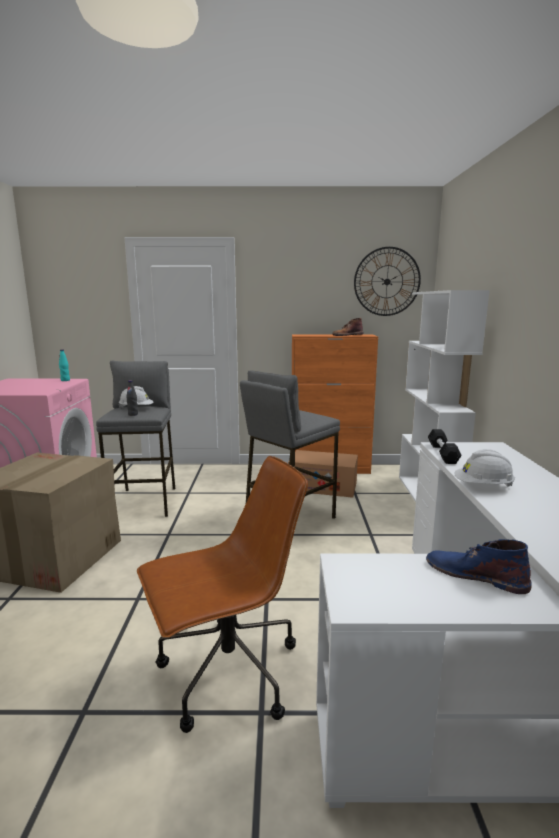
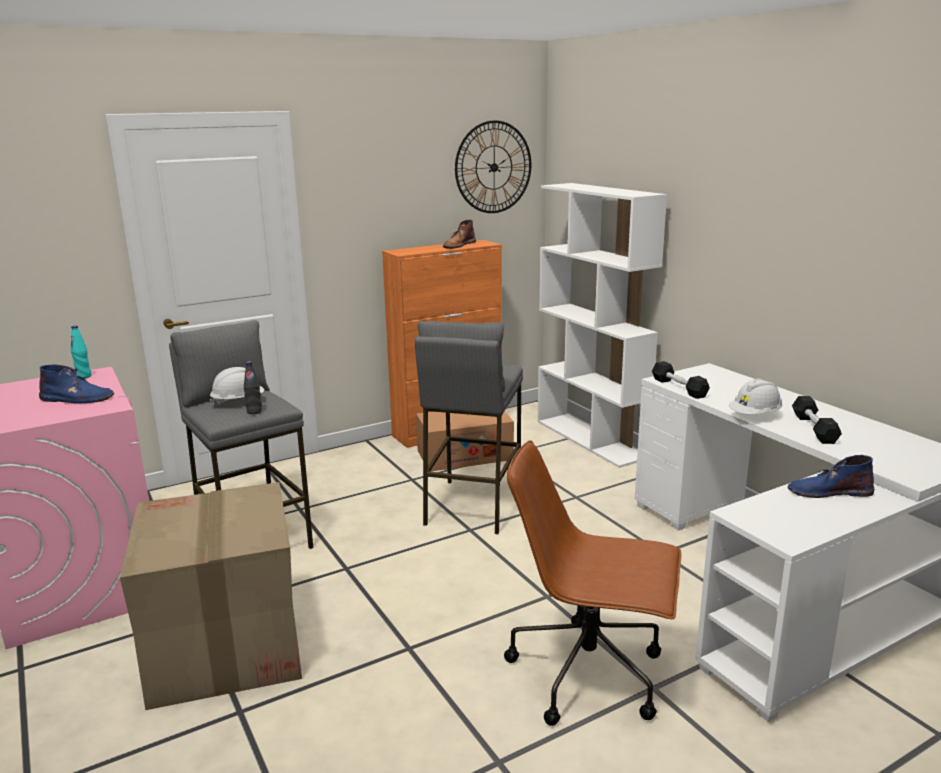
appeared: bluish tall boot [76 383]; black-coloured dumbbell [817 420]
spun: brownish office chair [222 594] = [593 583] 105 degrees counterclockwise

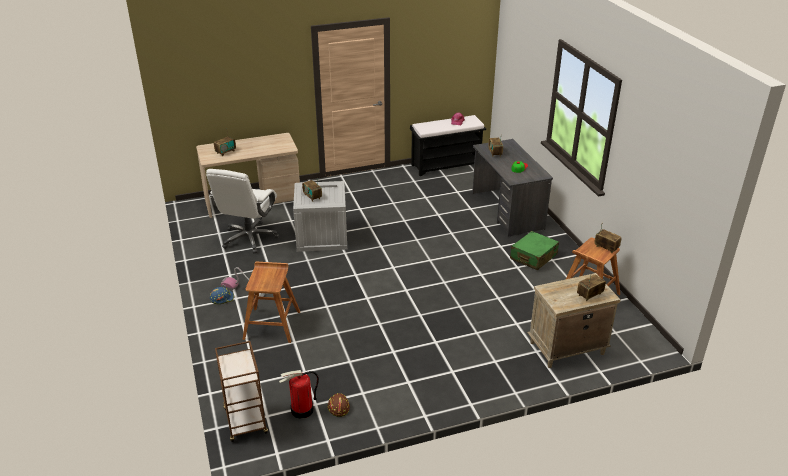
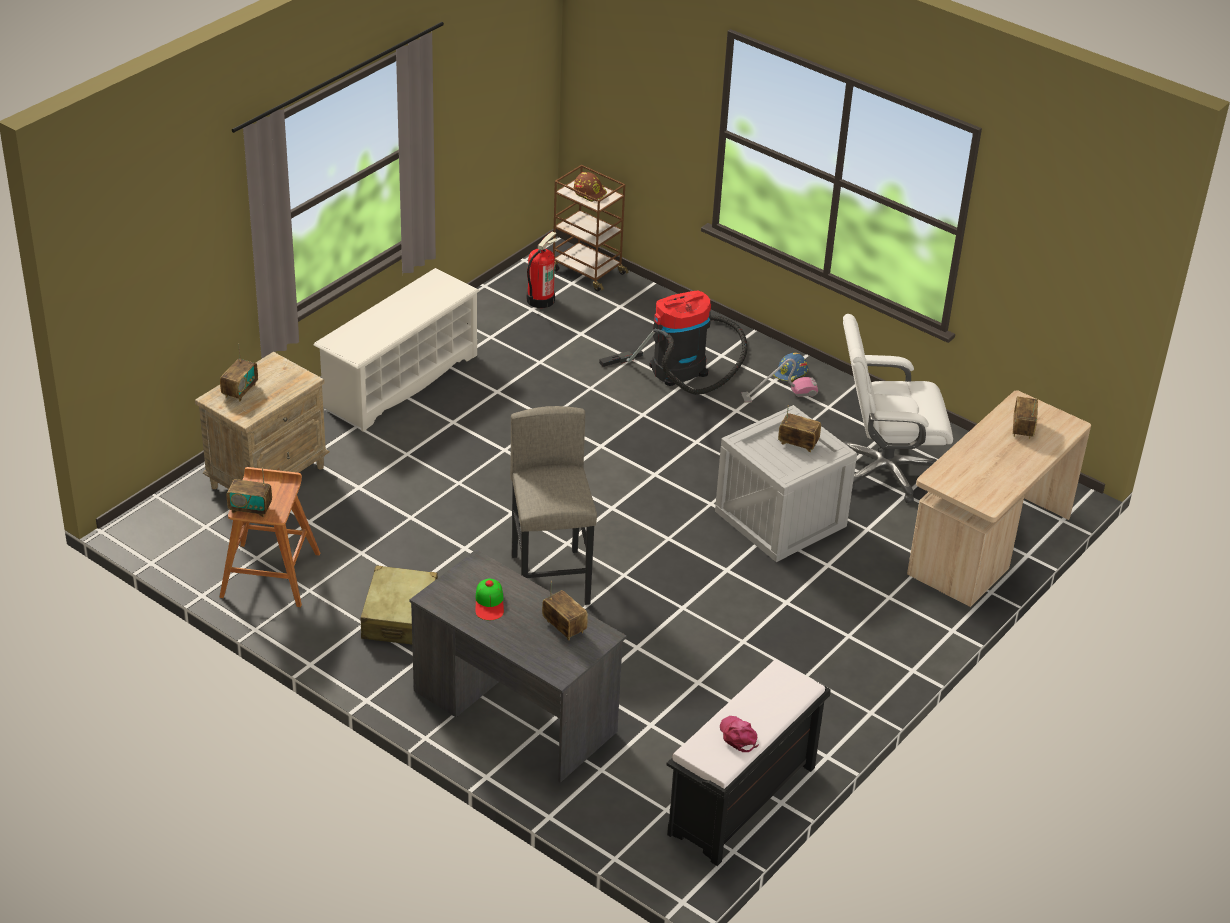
appeared: whitish shoe shelf [397 350]; gray stool [553 505]
relocated: brownish safety helmet [338 405] to [590 187]
exchanged: brownish stool [271 302] to vacuum [673 343]
colour: green-coloured suitcase [534 250] to sand-coloured suitcase [399 604]
spun: whitish office chair [242 211] = [898 408] 75 degrees counterclockwise

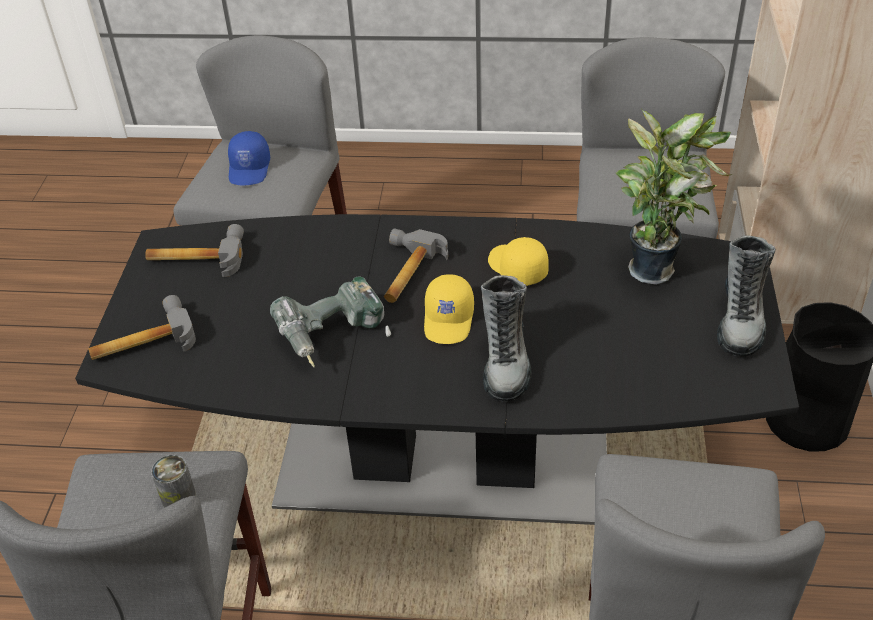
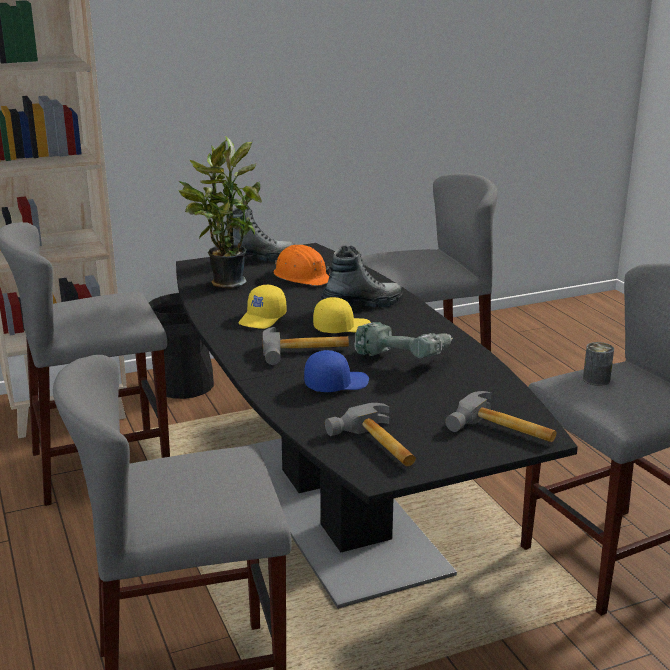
appeared: orange safety helmet [302 265]
relocated: bluish peaked cap [249 158] to [336 371]

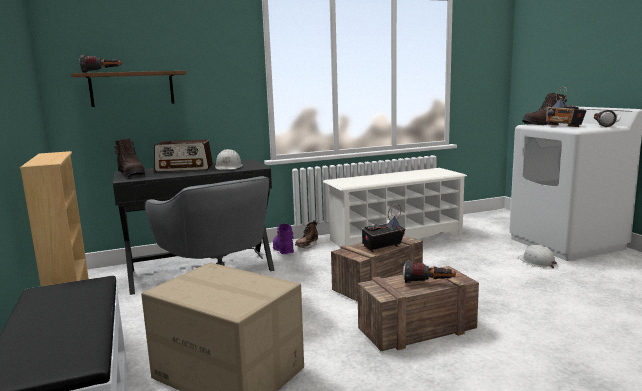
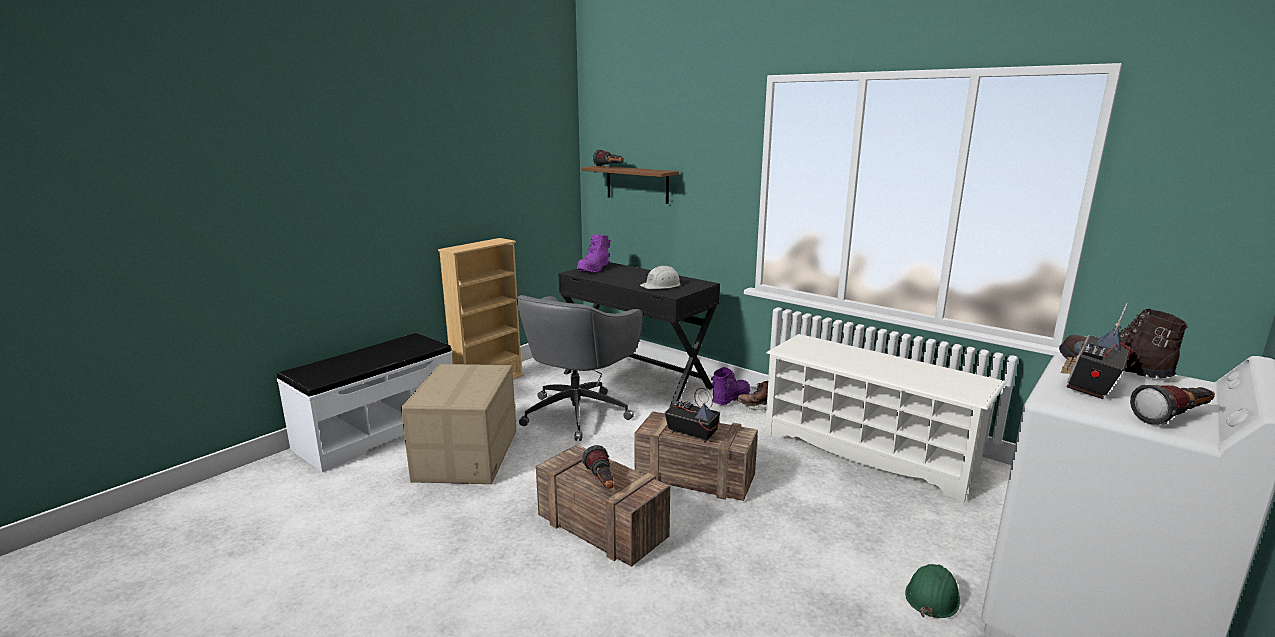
missing: radio set [183 155]
colour: brownish tall boot [130 158] to purple-coloured tall boot [594 253]; whitish safety helmet [537 256] to green-coloured safety helmet [932 591]

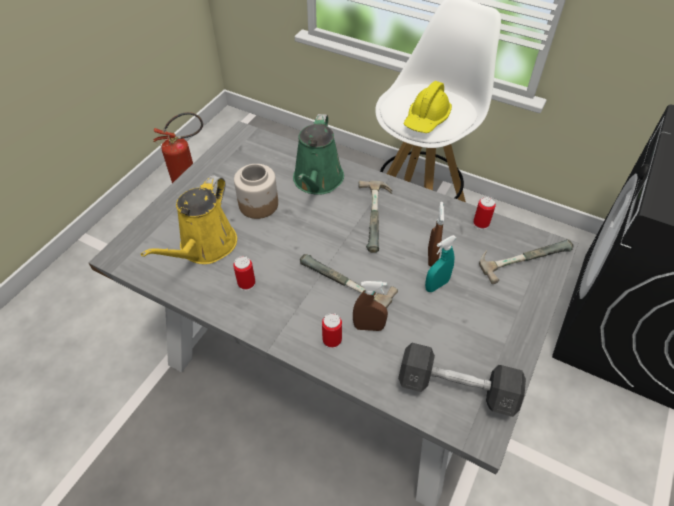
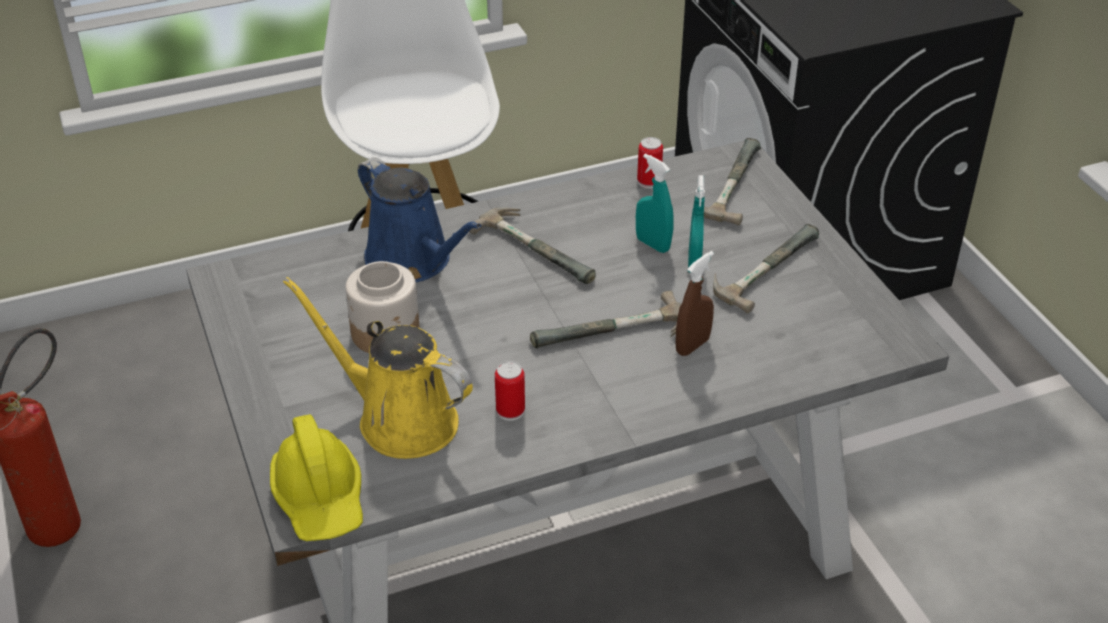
missing: can [332 331]; gray dumbbell [462 380]
appeared: hand hammer [766 269]
relocated: yellowish safety helmet [428 107] to [316 477]
colour: green-coloured watering can [318 154] to bluish watering can [419 219]; brownish spray bottle [436 234] to turquoise spray bottle [655 203]
spun: yellowish watering can [189 219] = [378 368] 150 degrees clockwise

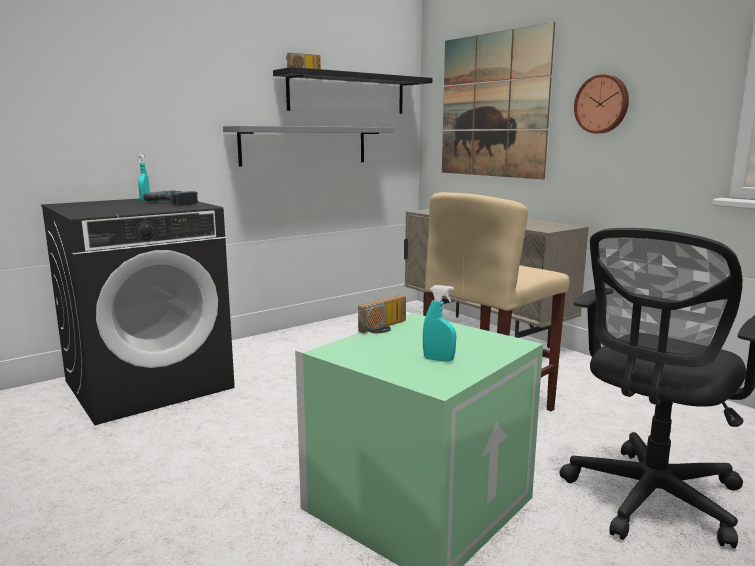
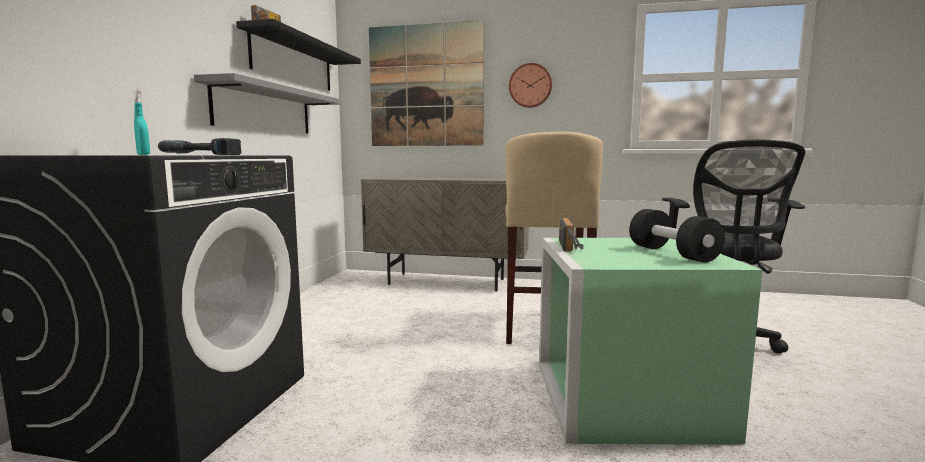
exchanged: turquoise spray bottle [439 323] to black-coloured dumbbell [677 236]

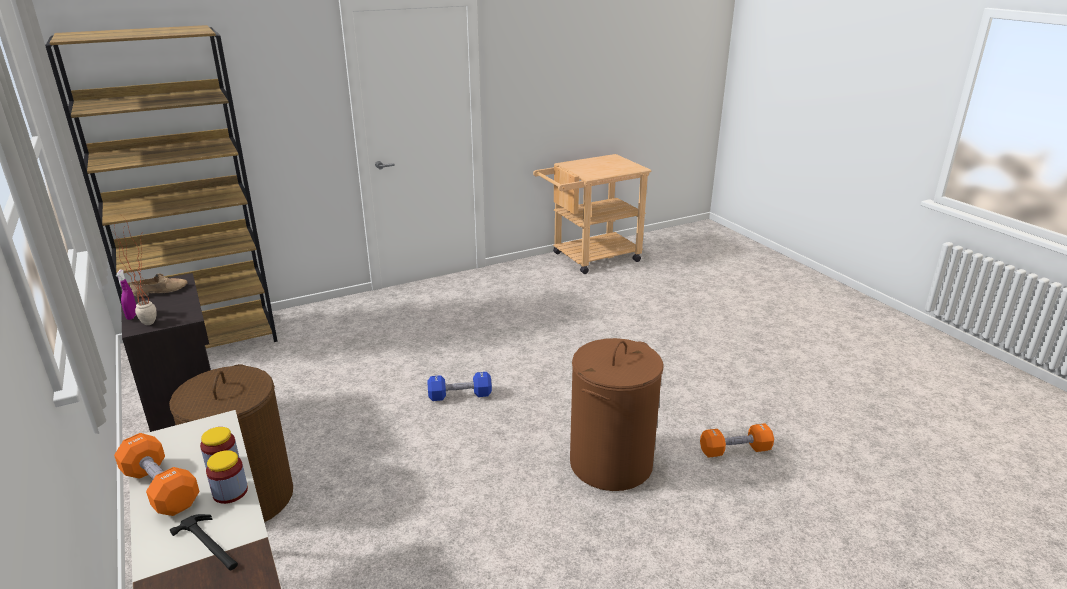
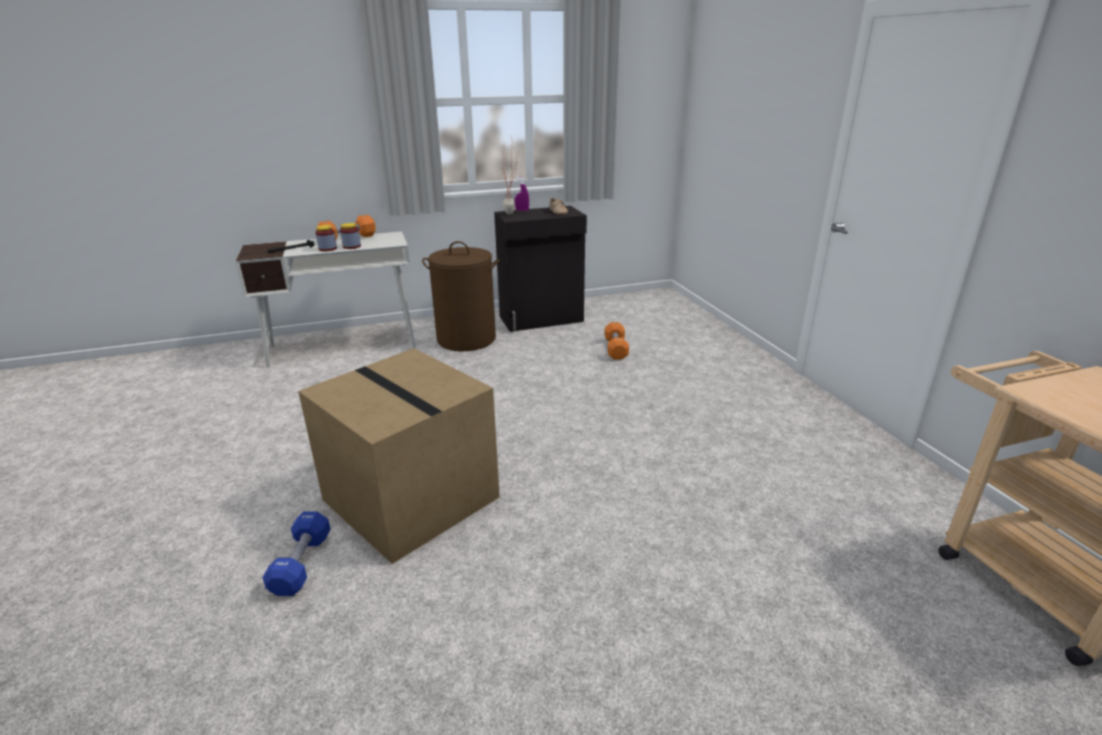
missing: brownish bookcase [161 187]
relocated: bluish dumbbell [459 386] to [296 553]; orange dumbbell [737 440] to [617 341]
exchanged: brownish washing basket [617 414] to packing box [399 456]

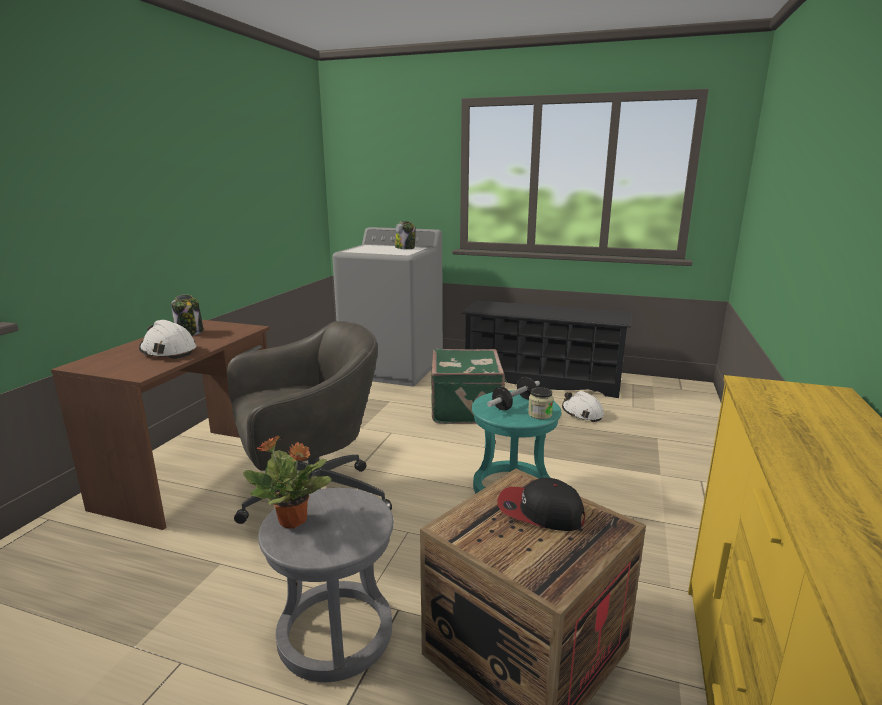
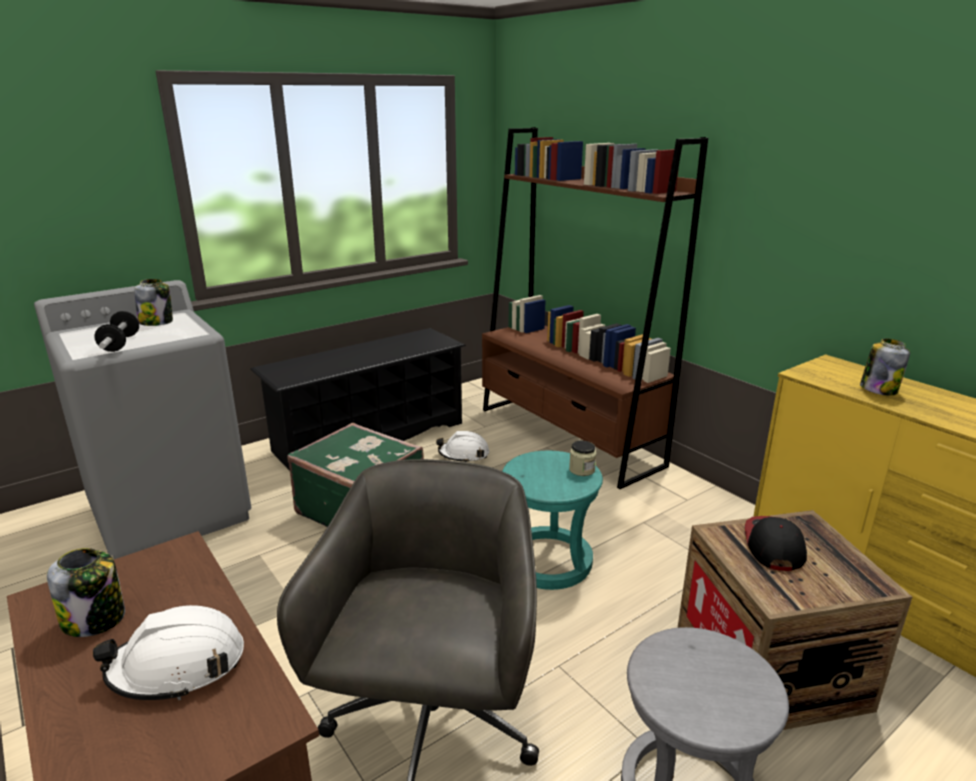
missing: potted plant [287 482]
appeared: brownish bookcase [595 308]; storage jar [885 367]
relocated: dumbbell [513 394] to [116 331]
spun: peaked cap [541 504] = [776 543] 135 degrees clockwise

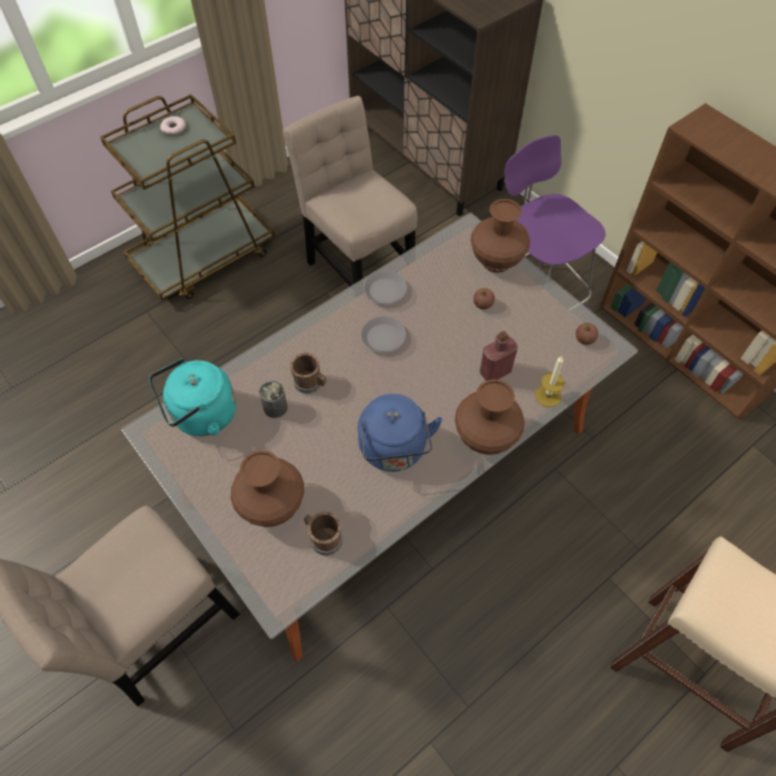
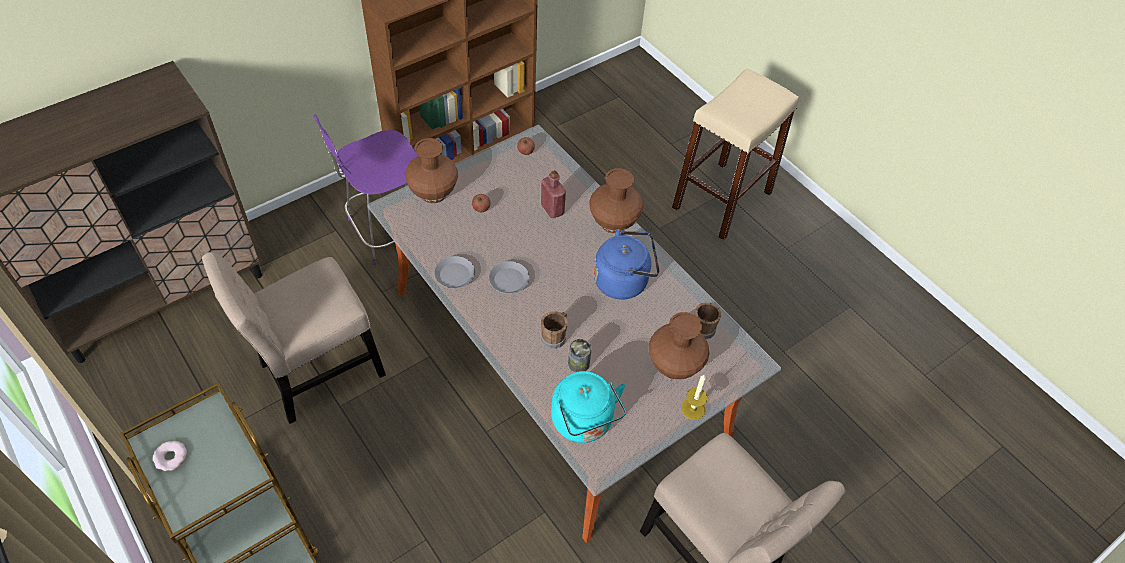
relocated: candle [549 381] to [694 397]

